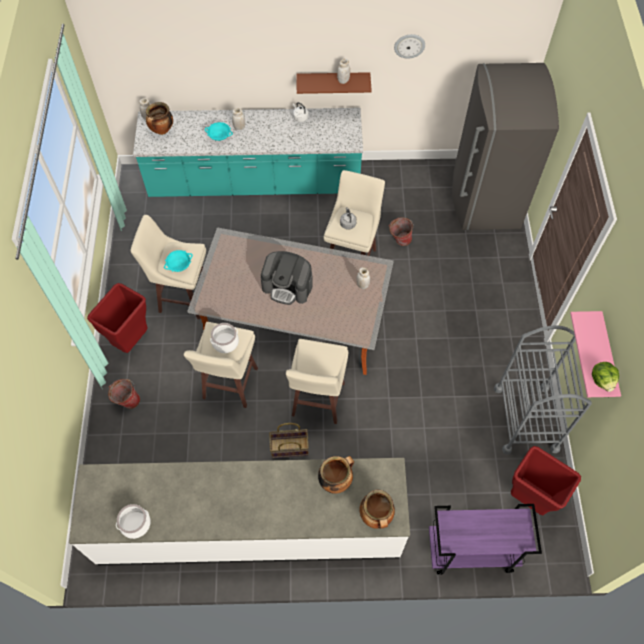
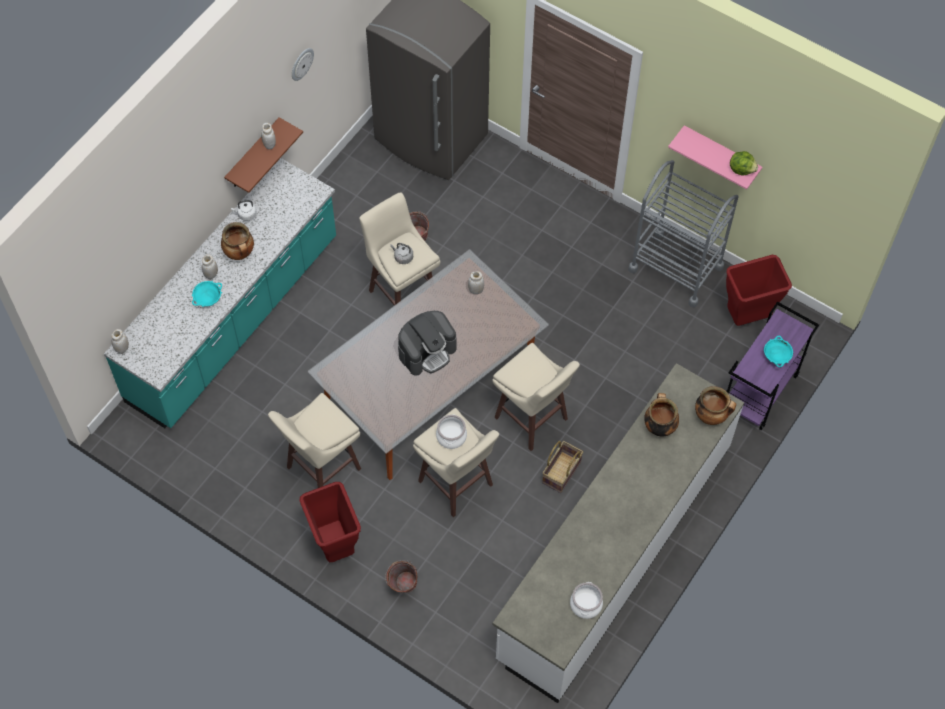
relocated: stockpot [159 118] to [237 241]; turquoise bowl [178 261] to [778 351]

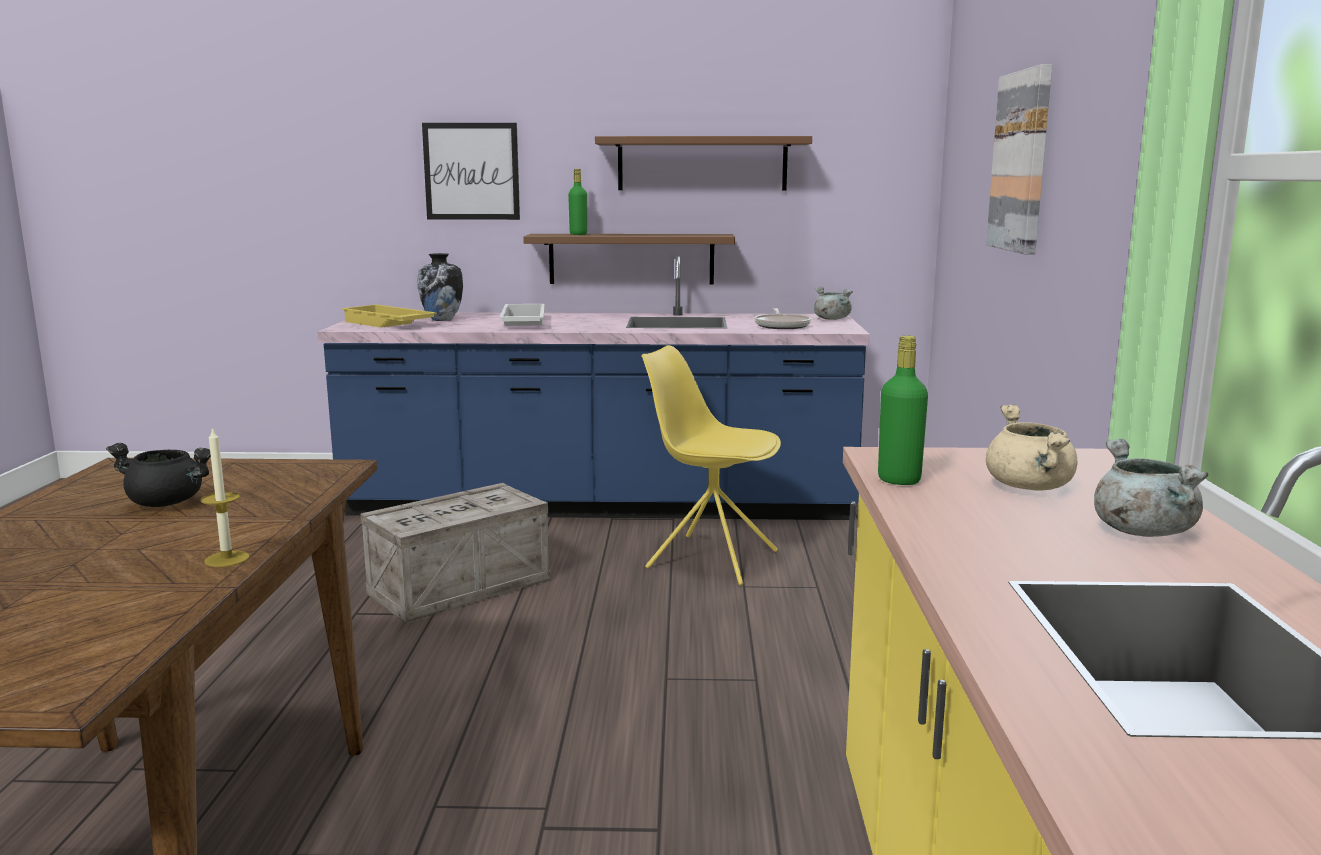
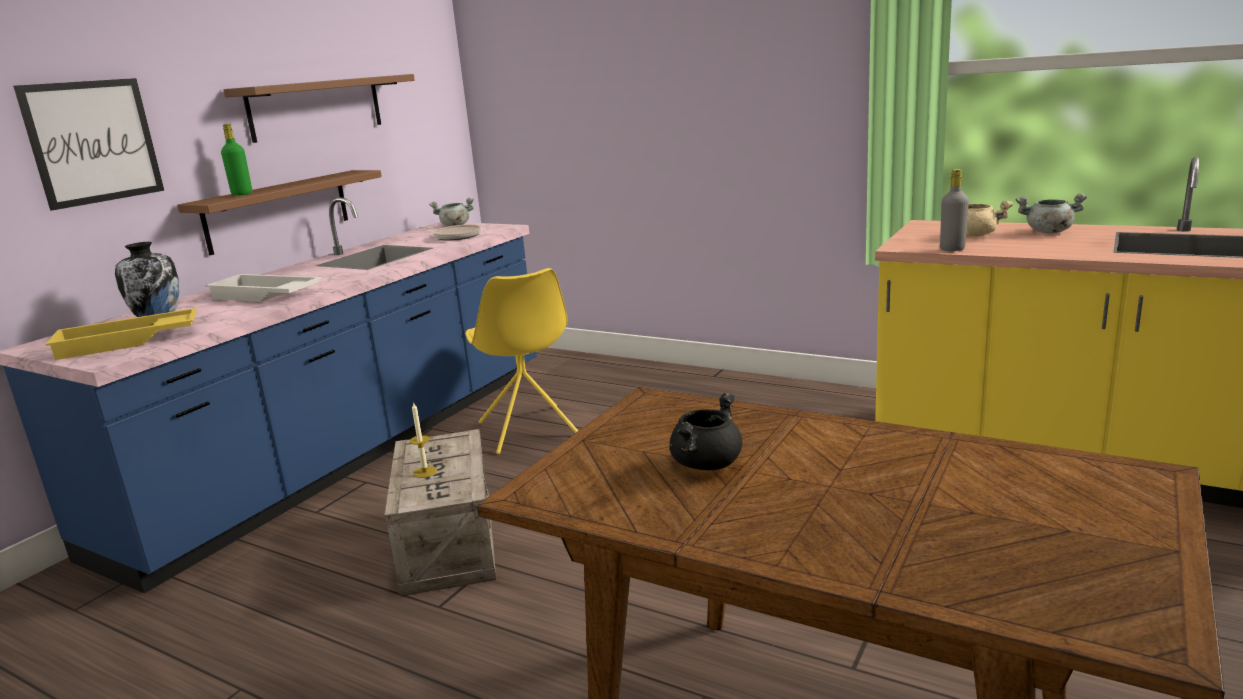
missing: wall picture [1019 159]
relocated: candle [225 497] to [423 440]
colour: green-coloured drink bottle [903 410] to gray drink bottle [954 210]
spun: yellowish upright chair [711 465] = [521 361] 75 degrees counterclockwise

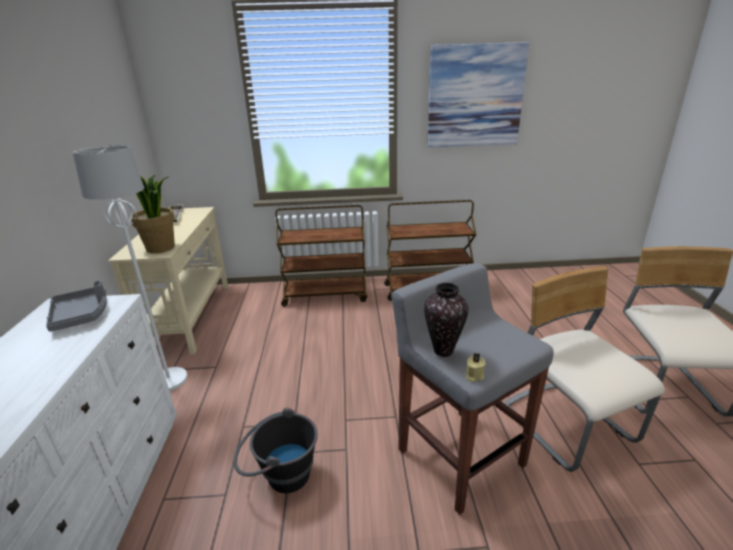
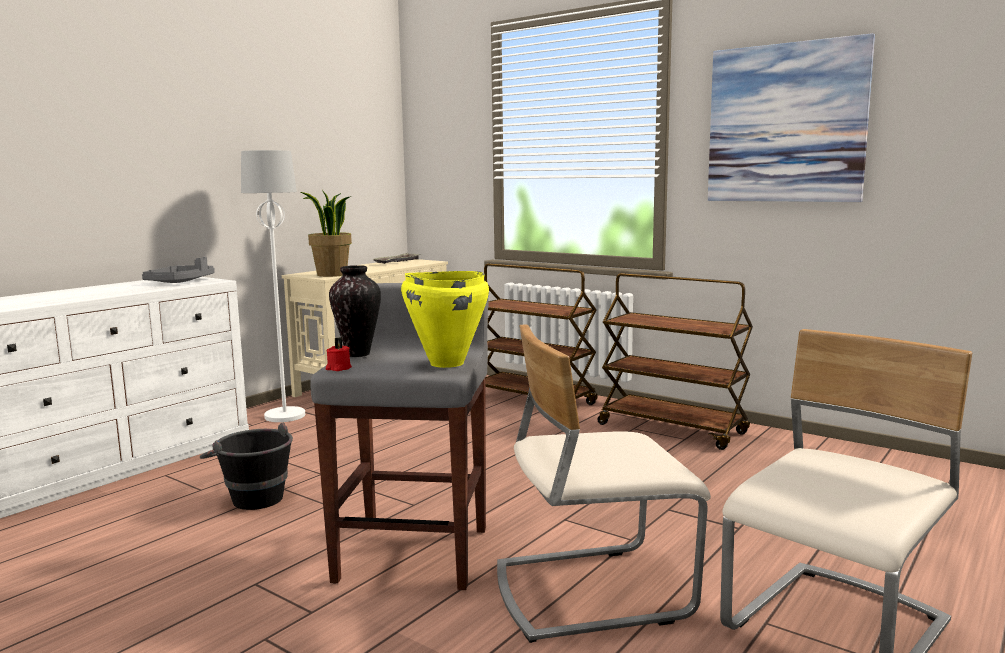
appeared: yellowish stockpot [445 319]
colour: sand-coloured candle [475 367] to reddish candle [339 354]
spun: sand-coloured upright chair [584 369] = [604 484] 120 degrees counterclockwise

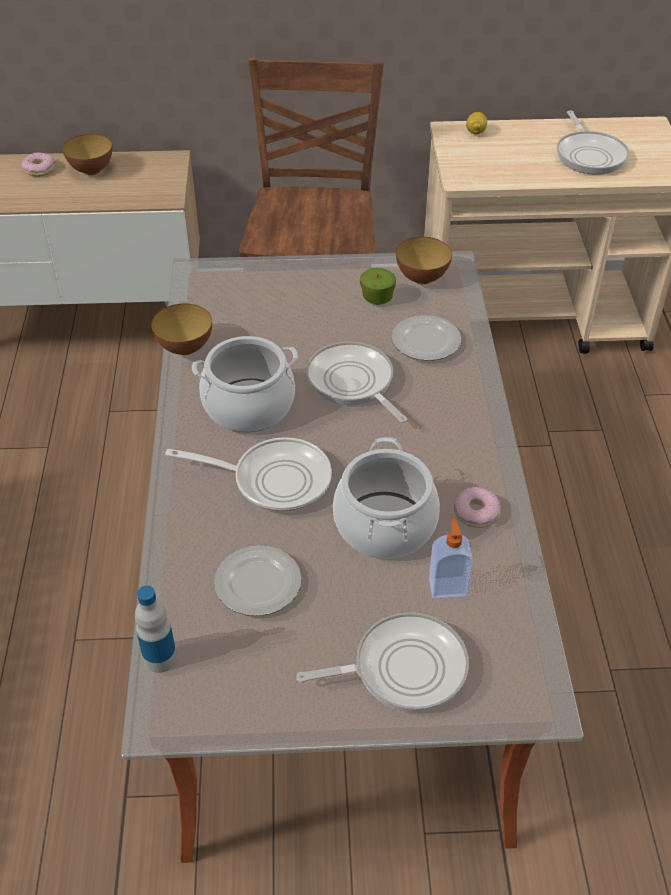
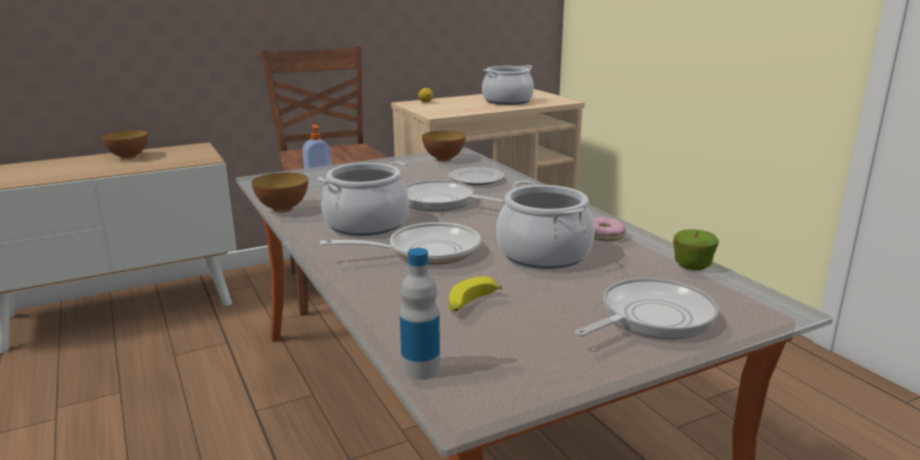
missing: ring doughnut [38 164]
relocated: apple fruit [378 286] to [696 250]; liquid soap bottle [451 559] to [317 157]
exchanged: plate [257 580] to banana [475 293]; skillet [593 142] to stockpot [508 85]

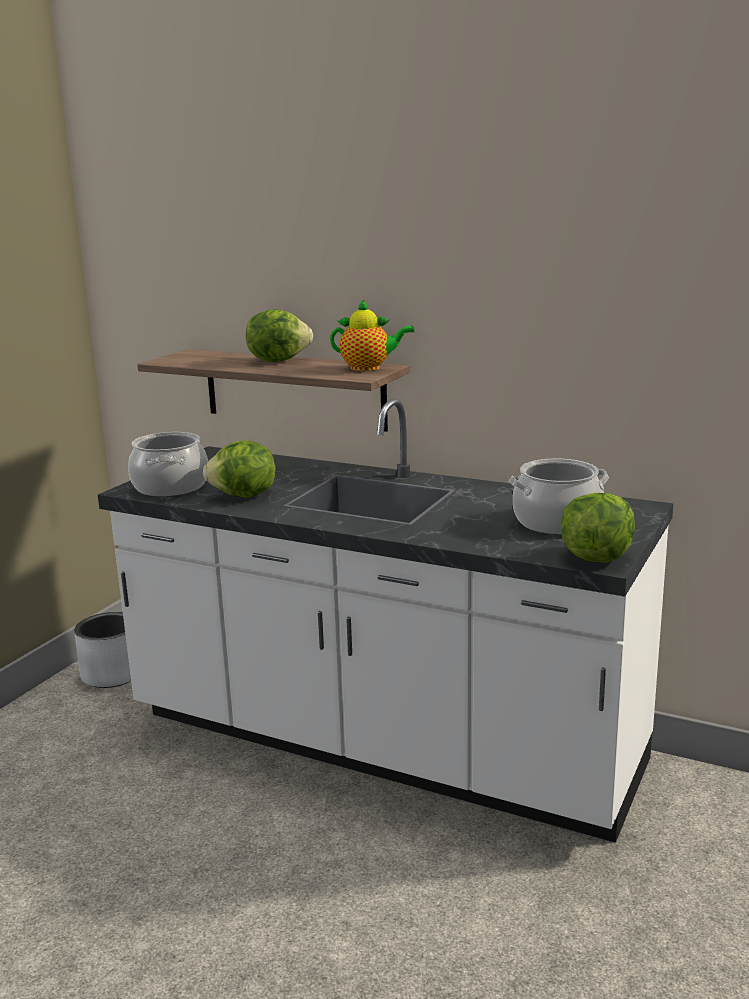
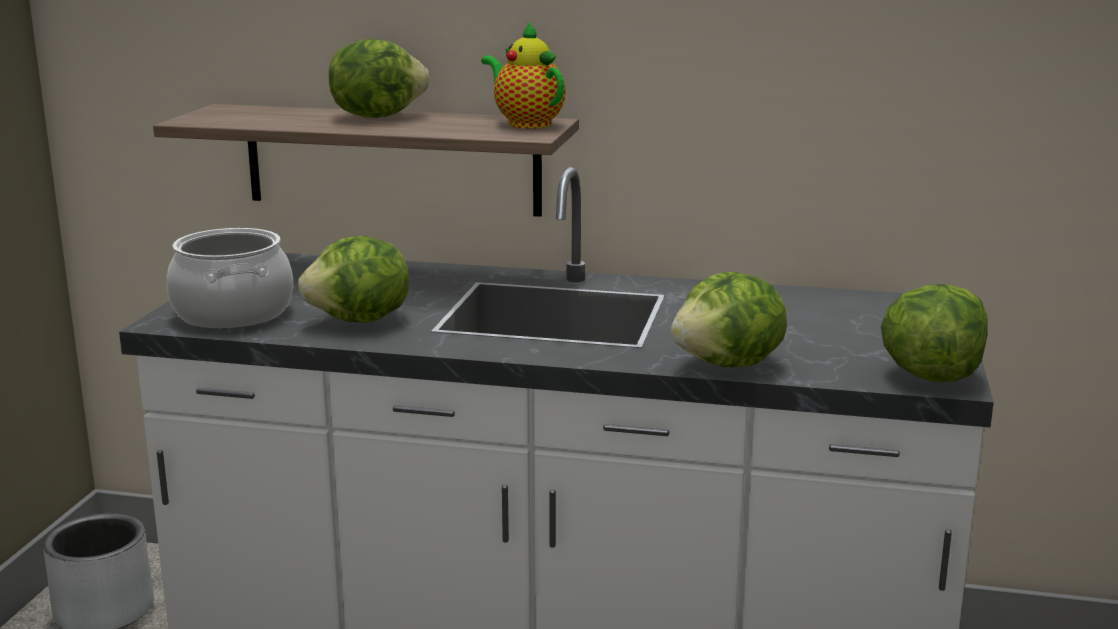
missing: stockpot [559 496]
appeared: lettuce head [729 319]
spun: pot for tea [372 335] = [523 75] 120 degrees counterclockwise

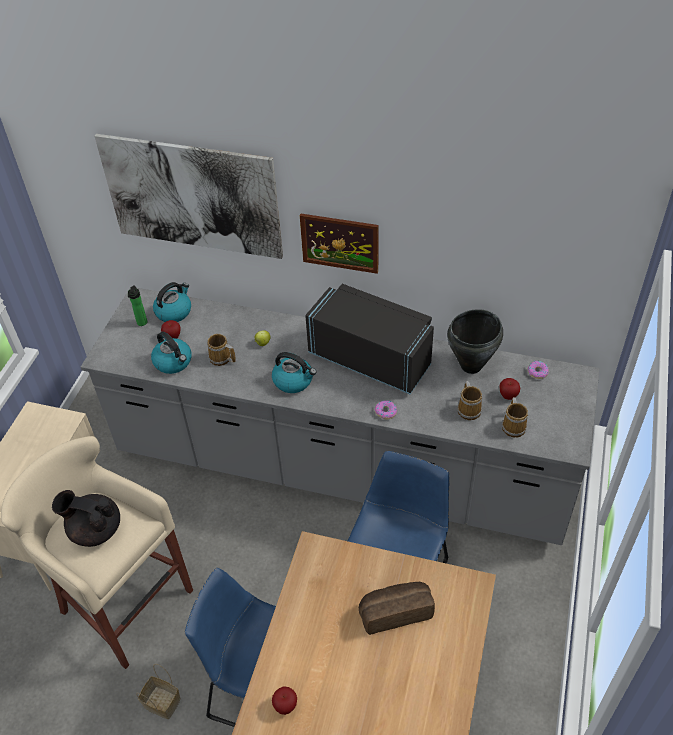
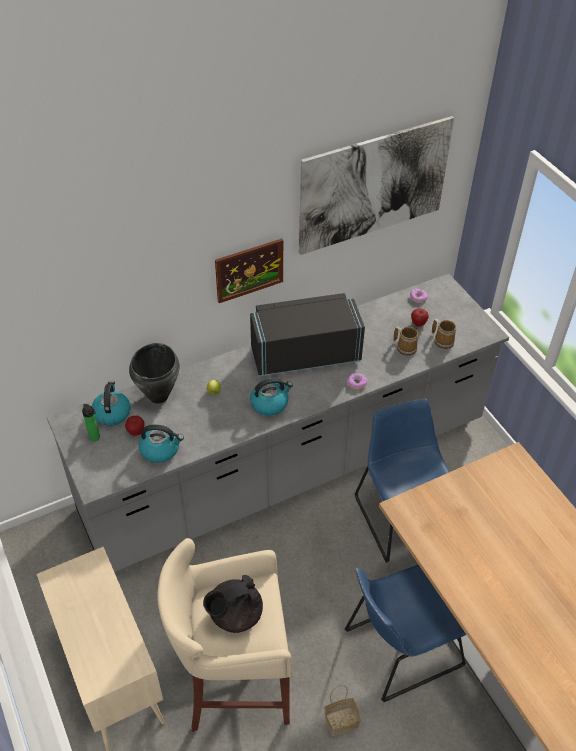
missing: tea mug [221 350]; apple fruit [284 700]; bread [397 608]
relocated: wall picture [188 196] to [376 185]; black-coloured stockpot [475 341] to [154 373]

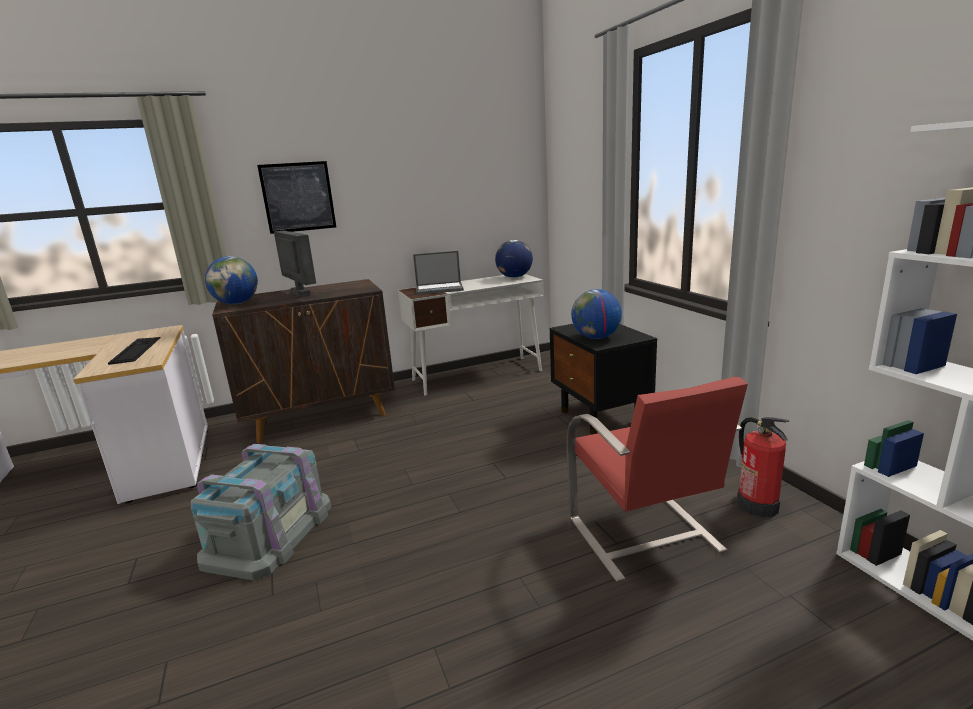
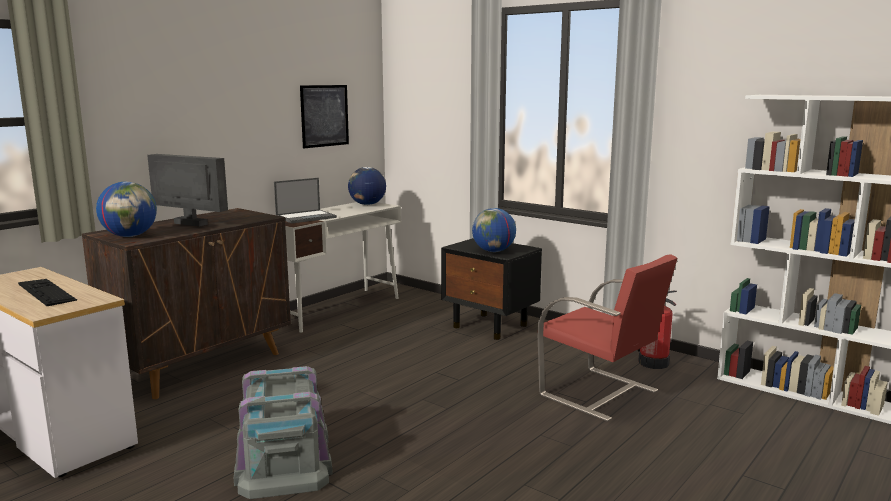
relocated: wall picture [296 197] to [324 116]

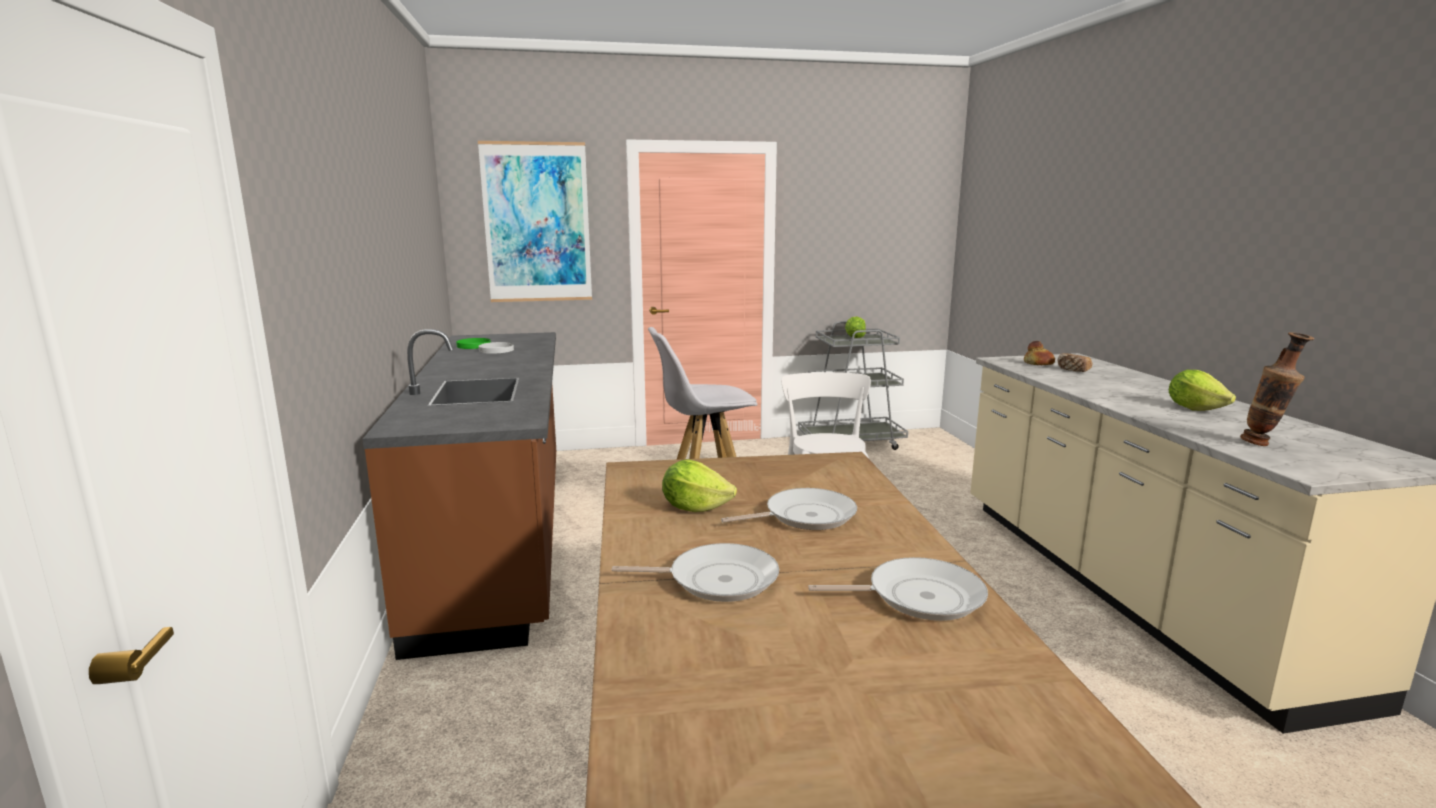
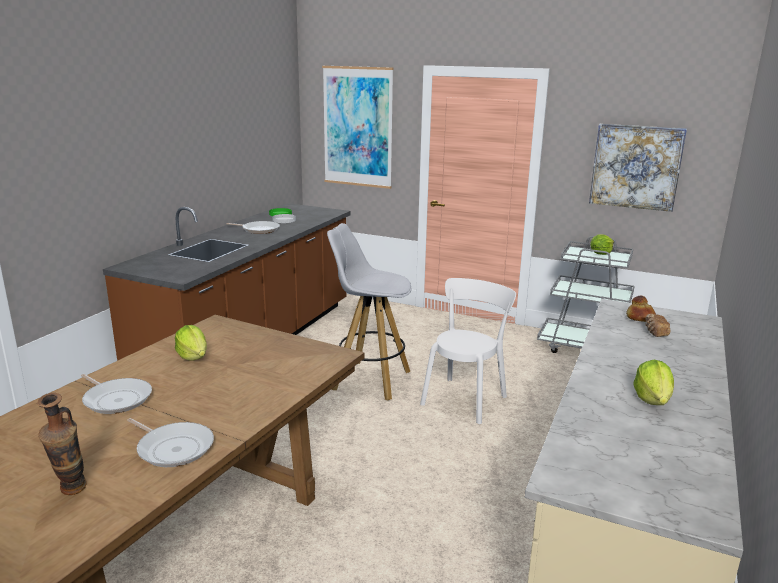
appeared: wall picture [638 168]
relocated: skillet [789 509] to [253 227]; vase [1277 389] to [62 444]

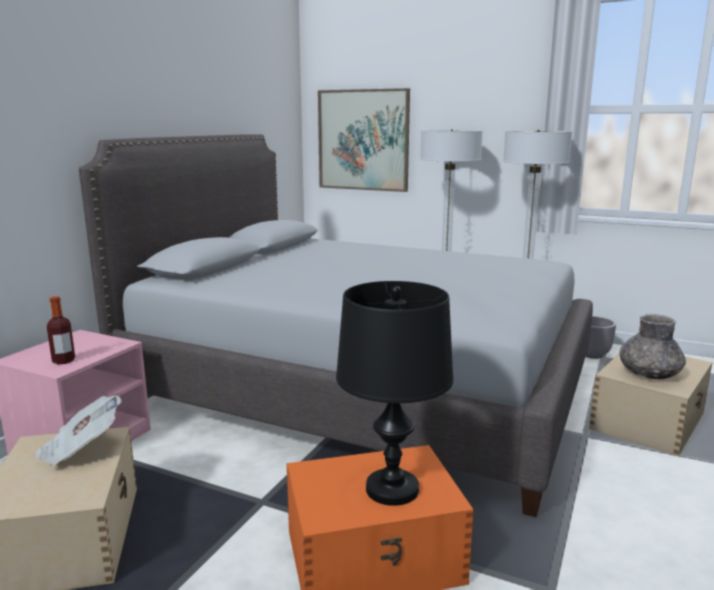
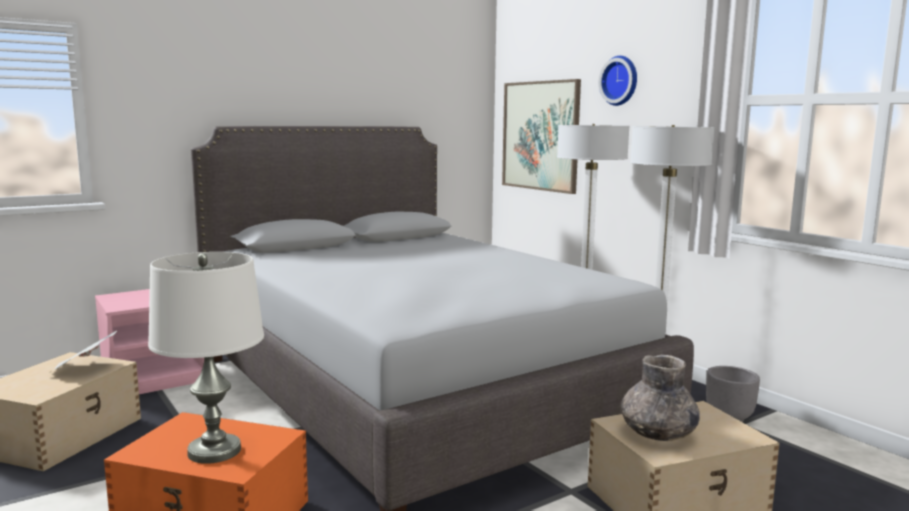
missing: drink bottle [61 330]
appeared: wall clock [618 81]
colour: black-coloured table lamp [395 393] to whitish table lamp [206 358]

